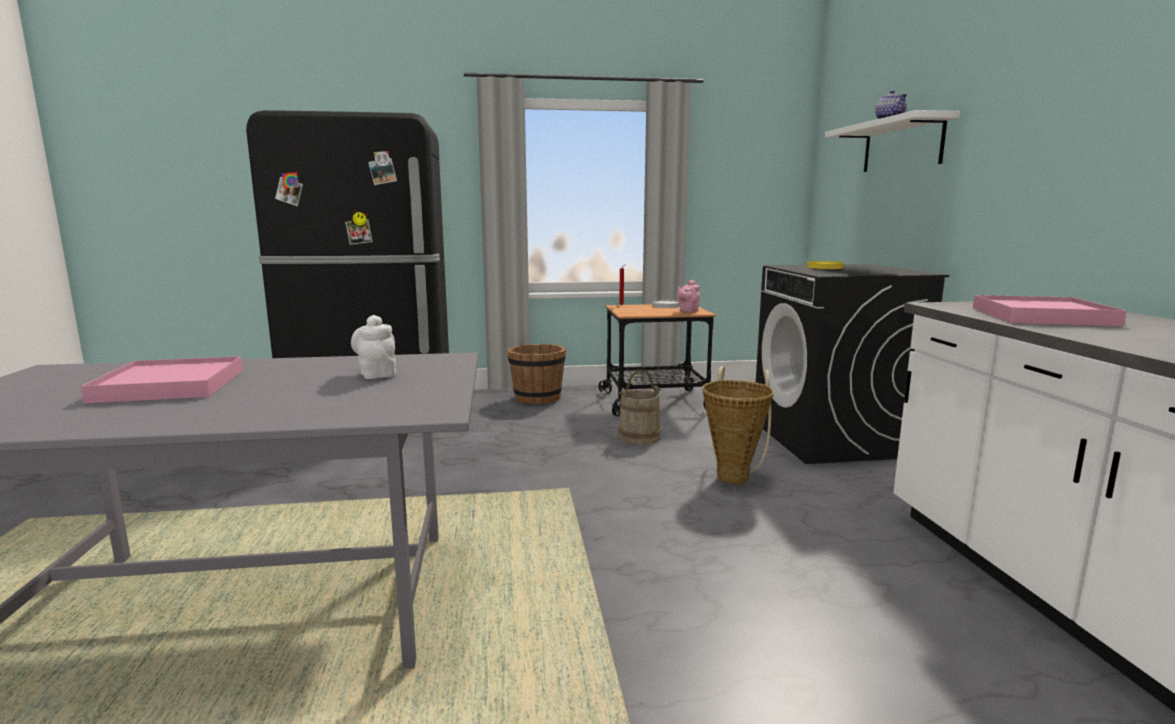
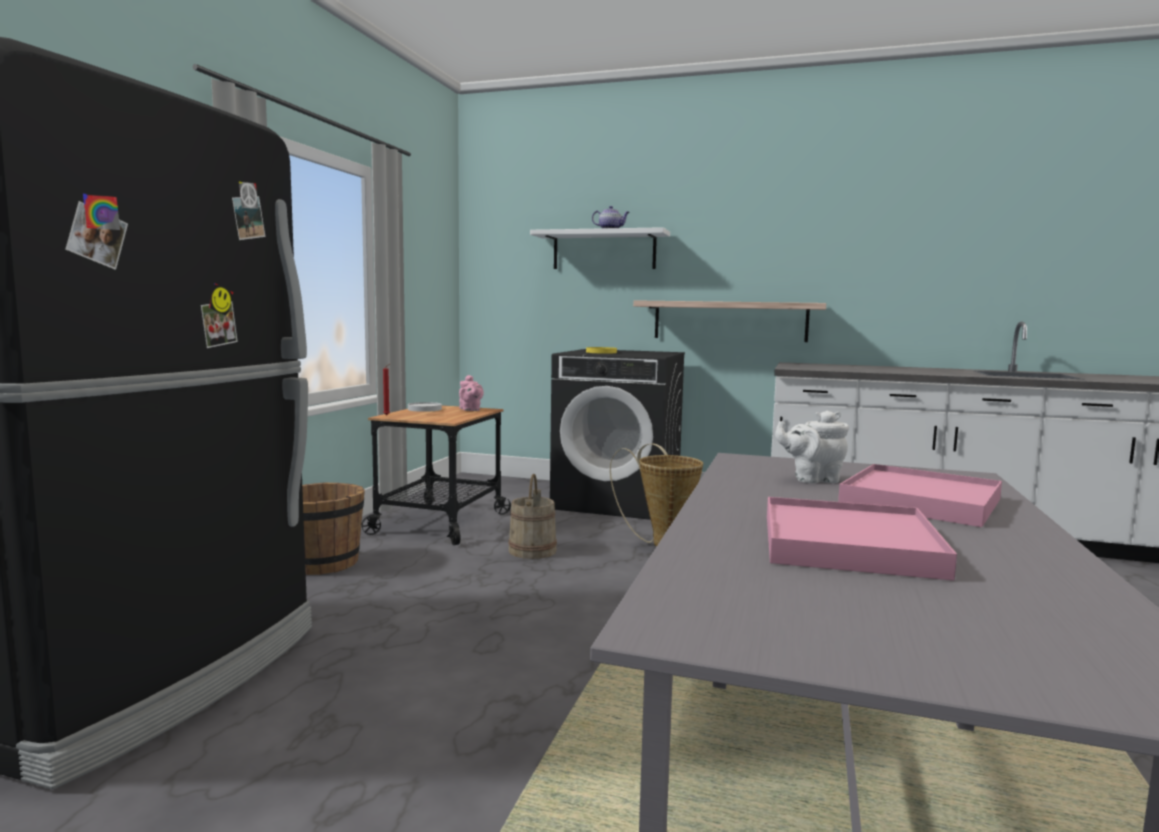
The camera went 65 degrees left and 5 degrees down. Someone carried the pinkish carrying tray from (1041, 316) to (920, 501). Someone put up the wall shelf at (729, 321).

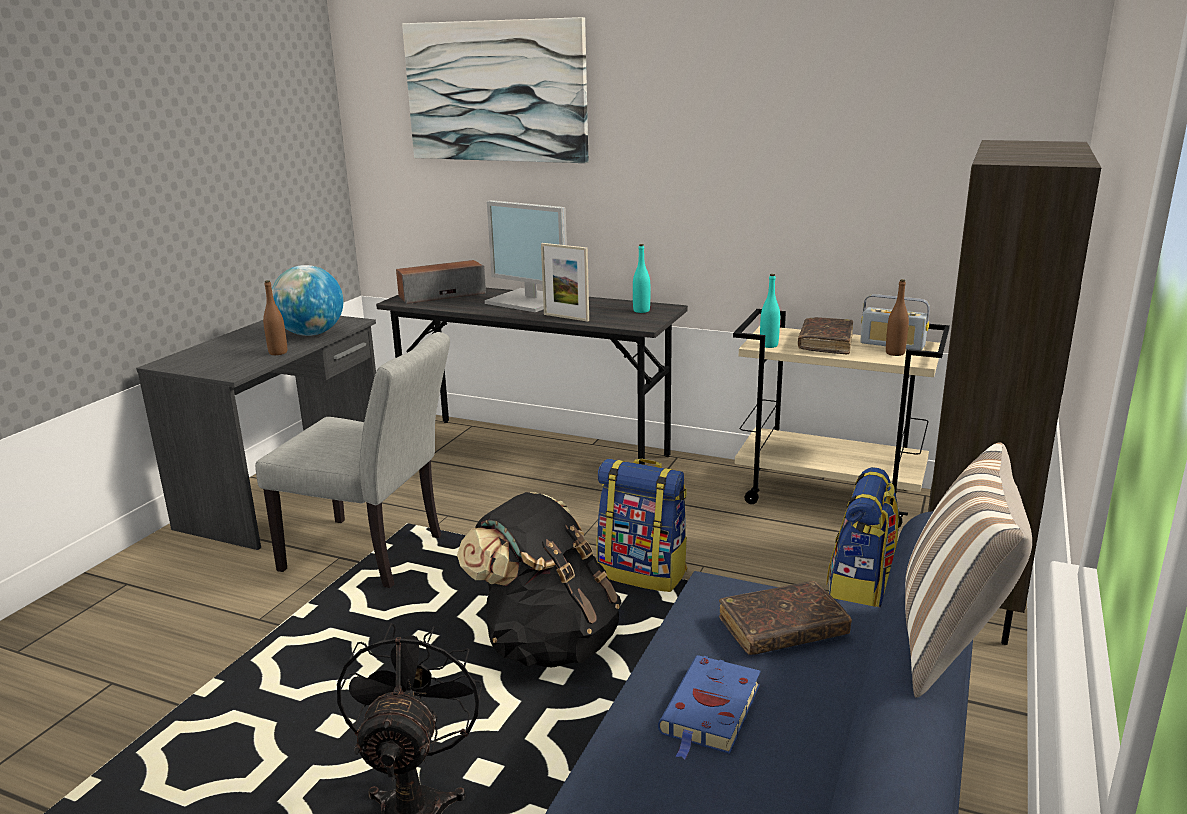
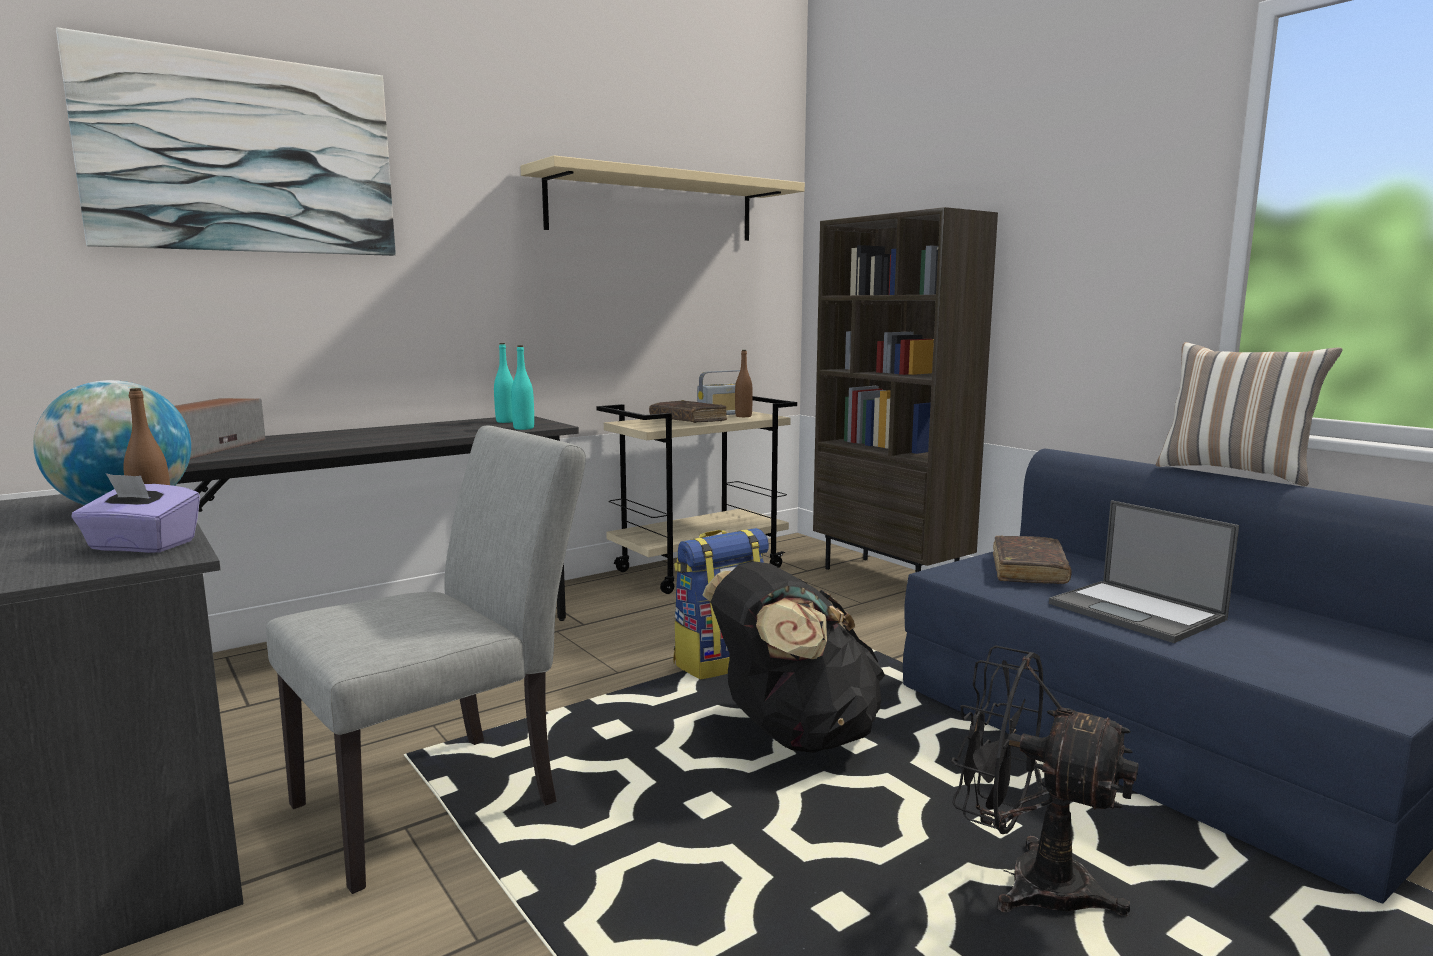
The camera went 60 degrees left and 10 degrees down. Someone took away the computer display at (529, 301). Someone took away the standing frame at (566, 317). Someone swapped the blue-coloured bound book at (710, 712) for the notebook computer at (1138, 612). Someone carried the turquoise drink bottle from (769, 345) to (523, 428). Someone took away the backpack at (861, 597). Someone put down the purplish tissue box at (141, 546). Someone put up the sand-coloured wall shelf at (653, 207).

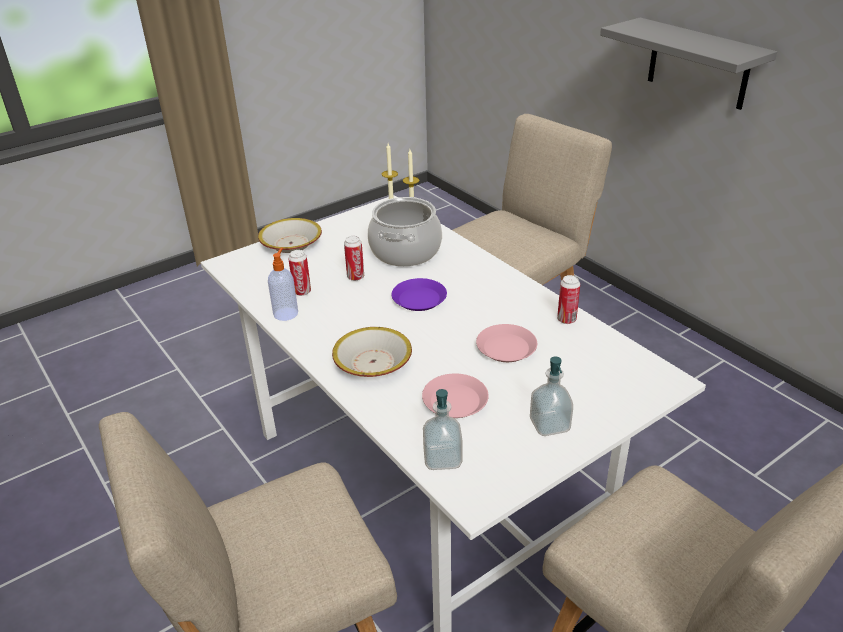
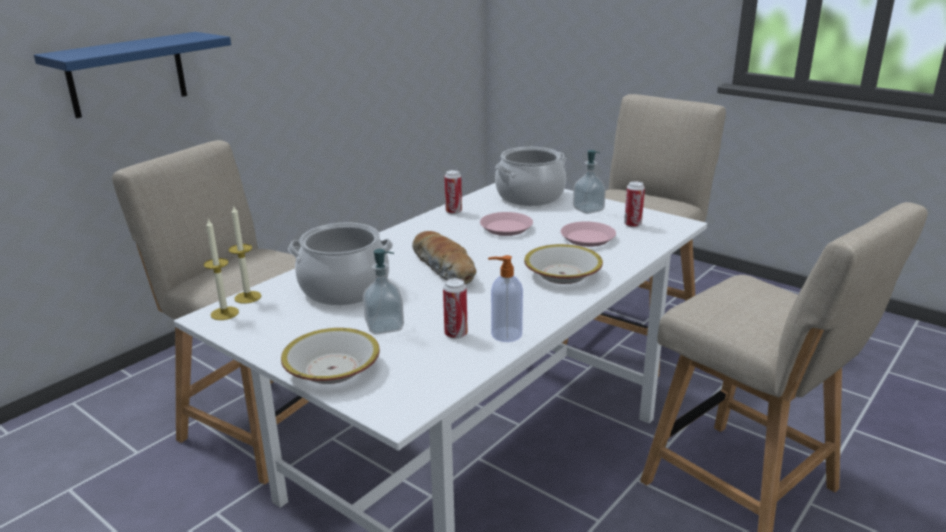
The camera went 105 degrees left and 10 degrees down. Someone carried the sealed can from (355, 277) to (632, 225). Someone swapped the purplish dinner plate at (419, 299) for the bread at (445, 269). Someone carried the liquid soap bottle from (442, 459) to (384, 326). Someone repainted the greyish wall shelf at (698, 64), which became the blue-coloured wall shelf at (127, 74). Someone put down the stockpot at (530, 196).

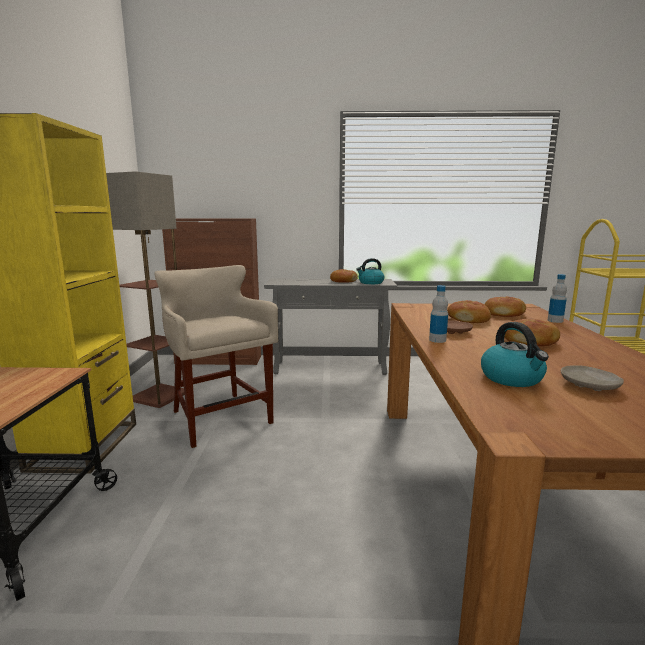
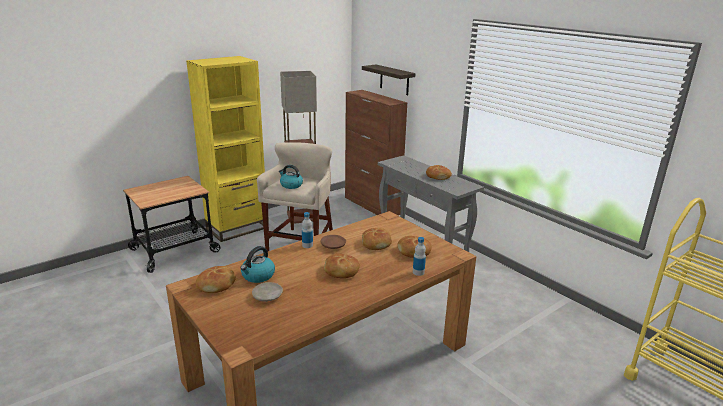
The camera went 50 degrees right and 10 degrees up. Someone carried the kettle from (370, 283) to (291, 185). Someone put down the bread at (217, 284). Someone put up the wall shelf at (394, 80).

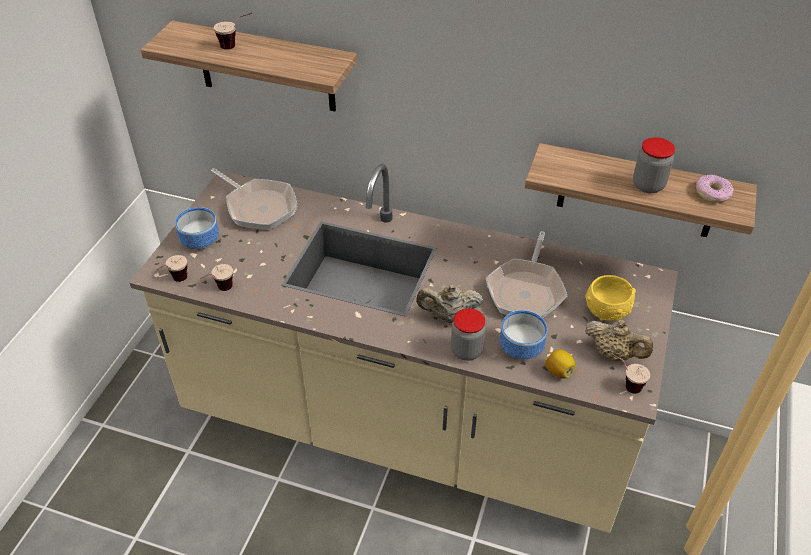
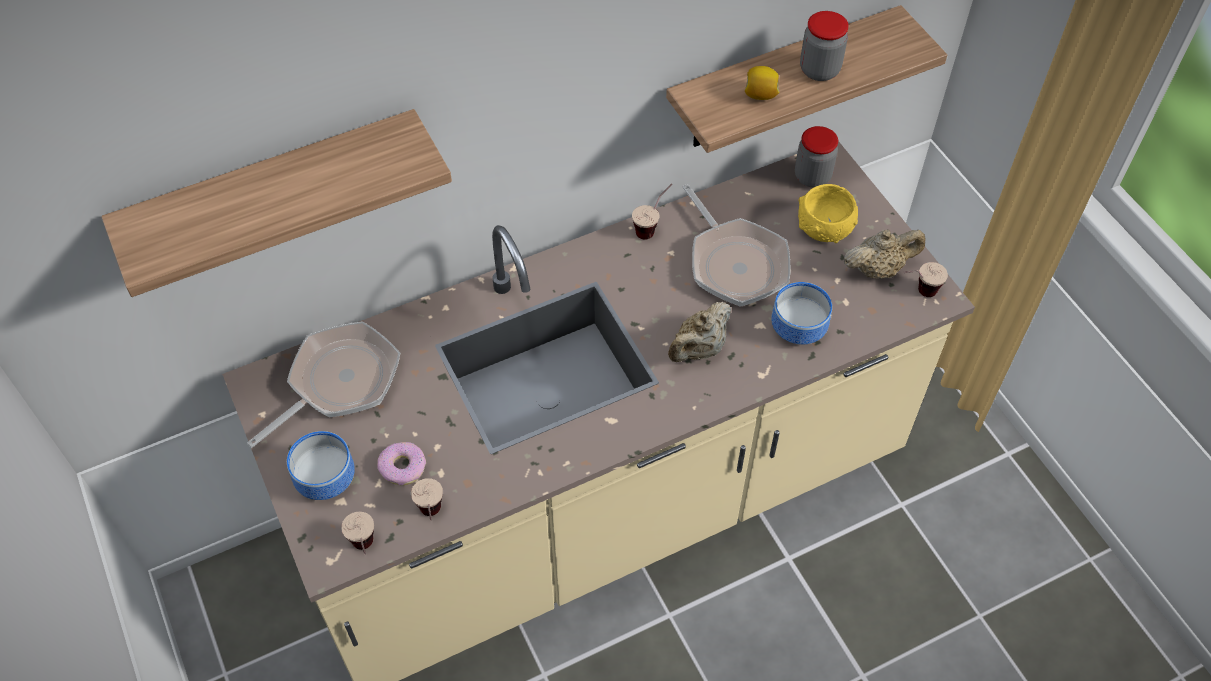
The camera went 45 degrees left and 10 degrees up. Someone rotated the frying pan at (258, 206) by 45 degrees counterclockwise. Someone carried the small cup from (236, 46) to (652, 227). Someone carried the jar from (466, 351) to (812, 177). Someone carried the whole lemon from (558, 371) to (760, 95). Someone carried the doughnut from (712, 193) to (402, 467).

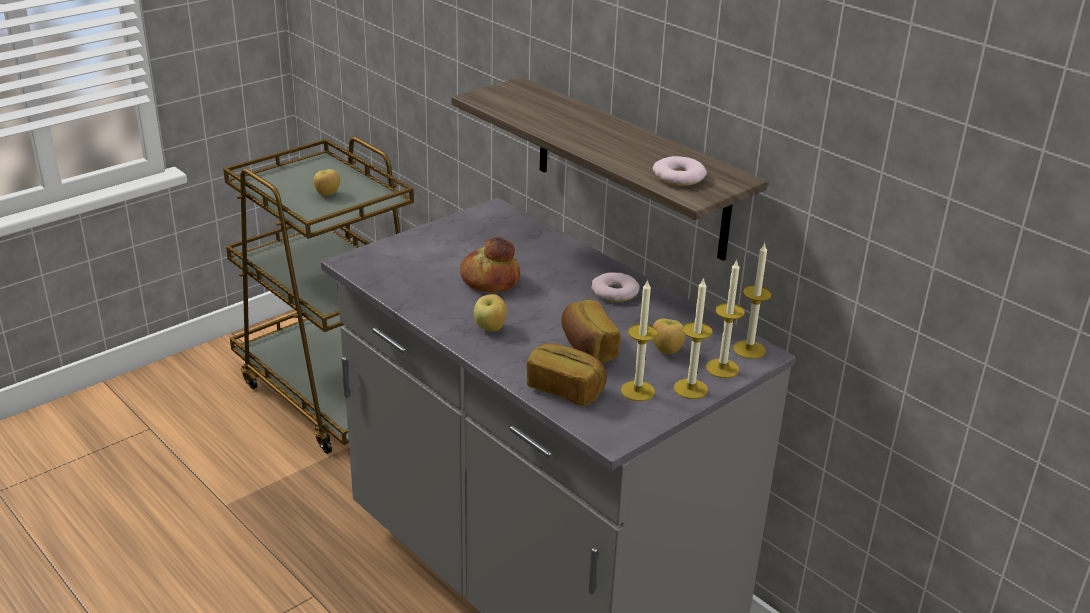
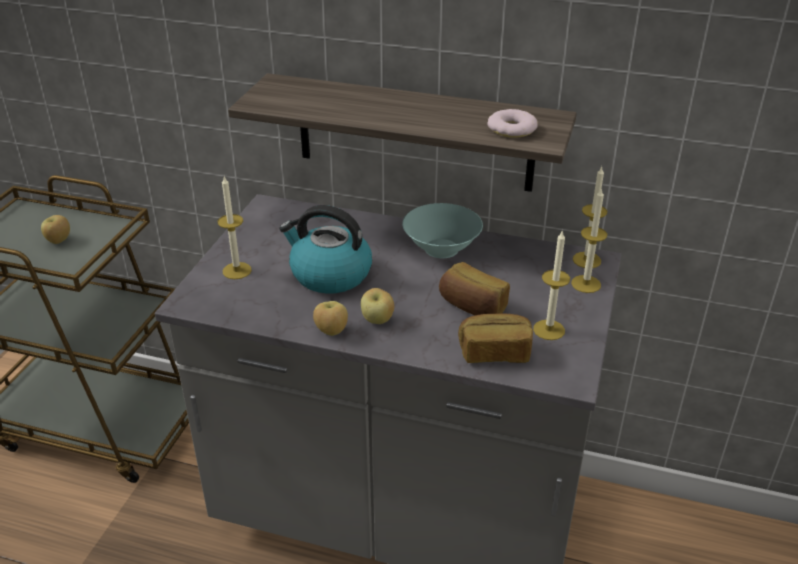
The camera went 30 degrees left and 5 degrees up. Someone swapped the bread at (489, 280) for the kettle at (329, 274). Someone swapped the doughnut at (614, 292) for the turquoise bowl at (441, 248). Someone carried the apple from (666, 351) to (331, 331). Someone carried the wax light from (690, 389) to (237, 270).

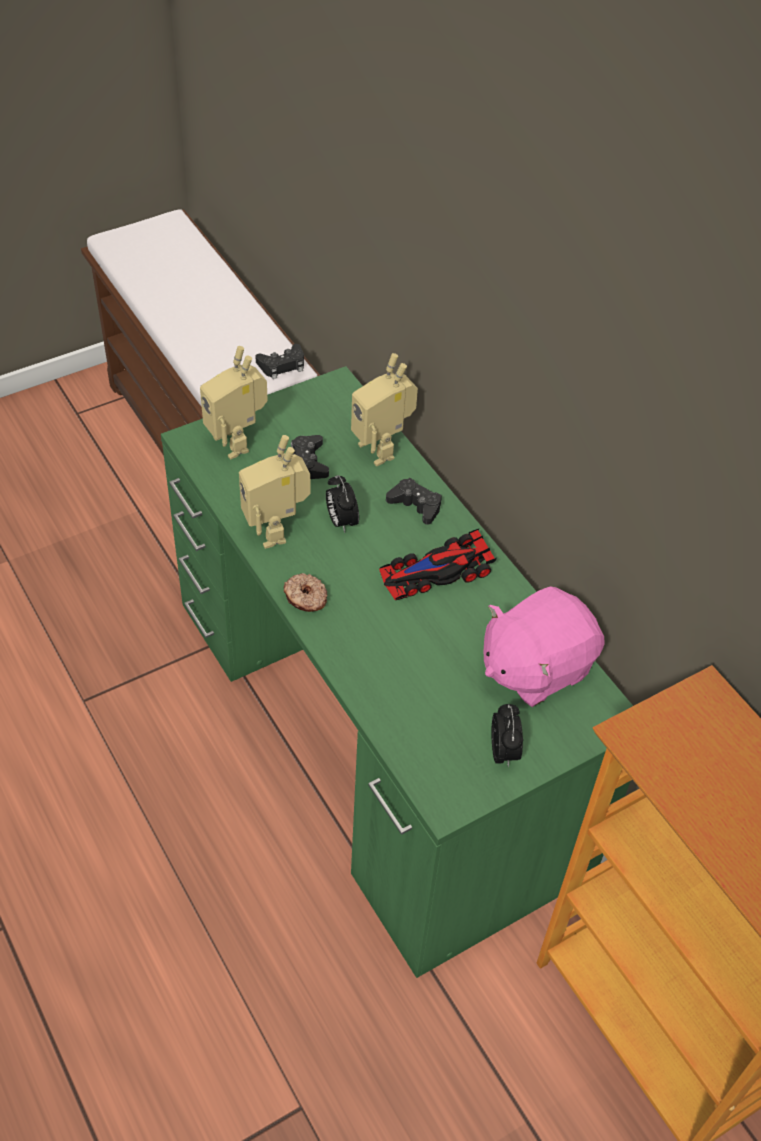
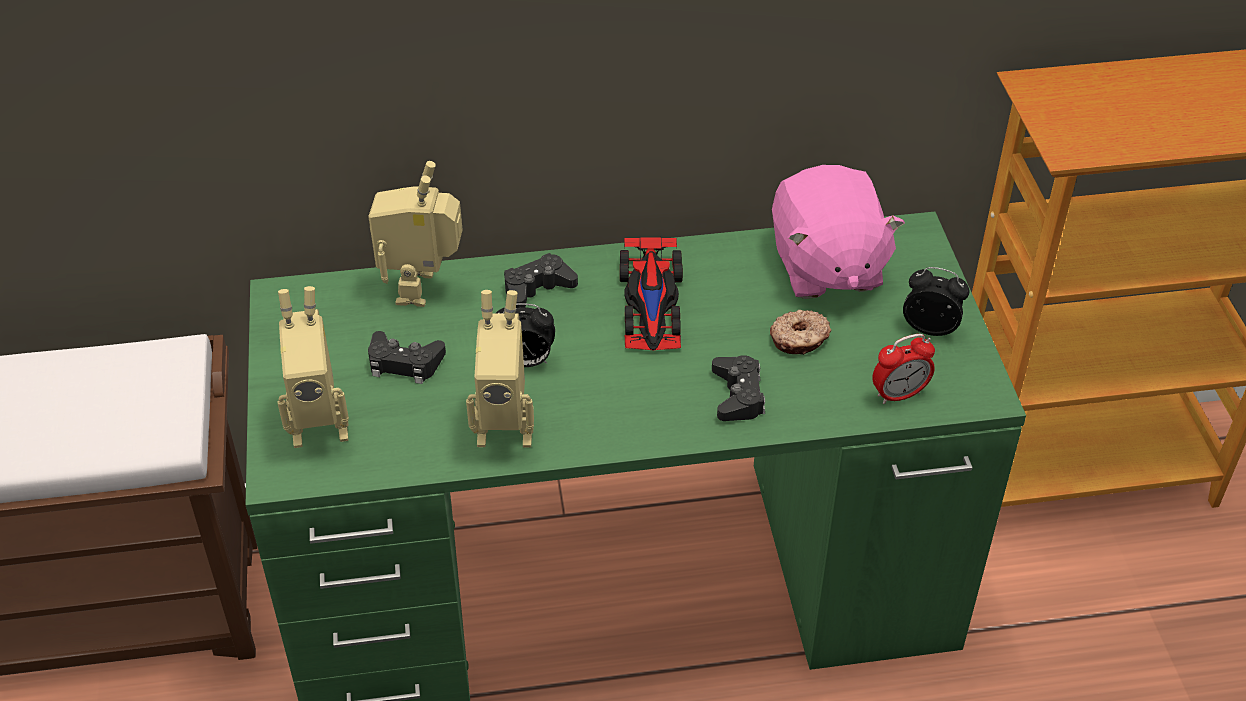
The camera went 65 degrees left and 5 degrees down. Someone carried the blackish joypad from (282, 365) to (738, 395). Someone carried the doughnut from (305, 598) to (799, 339). Someone rotated the model robot at (382, 448) by 105 degrees clockwise. Someone put down the bedside clock at (899, 394).

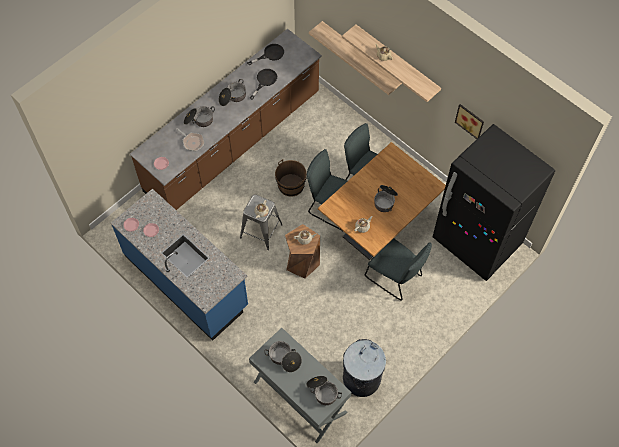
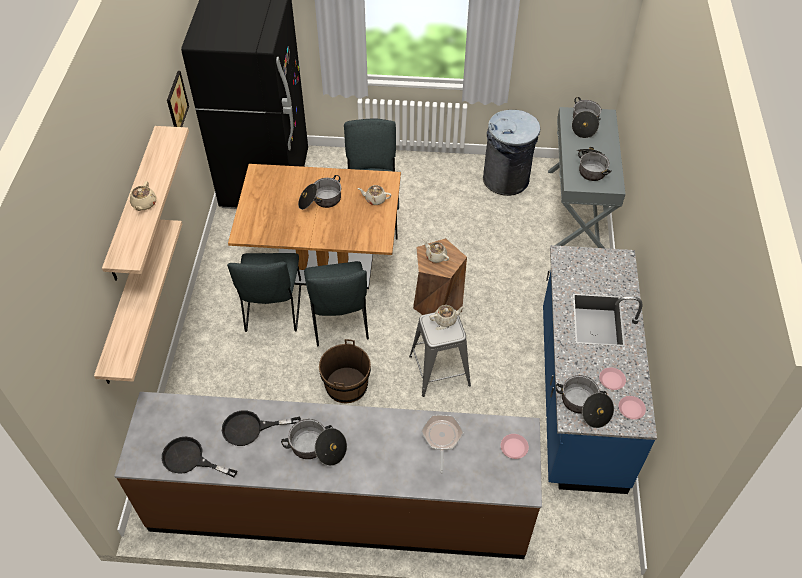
The camera went 130 degrees left and 10 degrees down. Someone carried the stockpot from (199, 120) to (584, 406).

